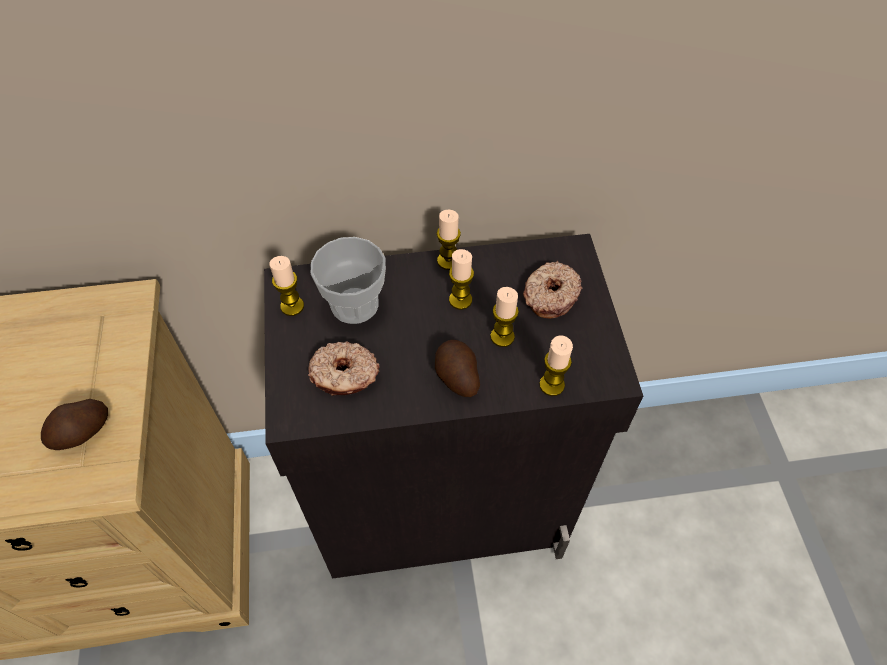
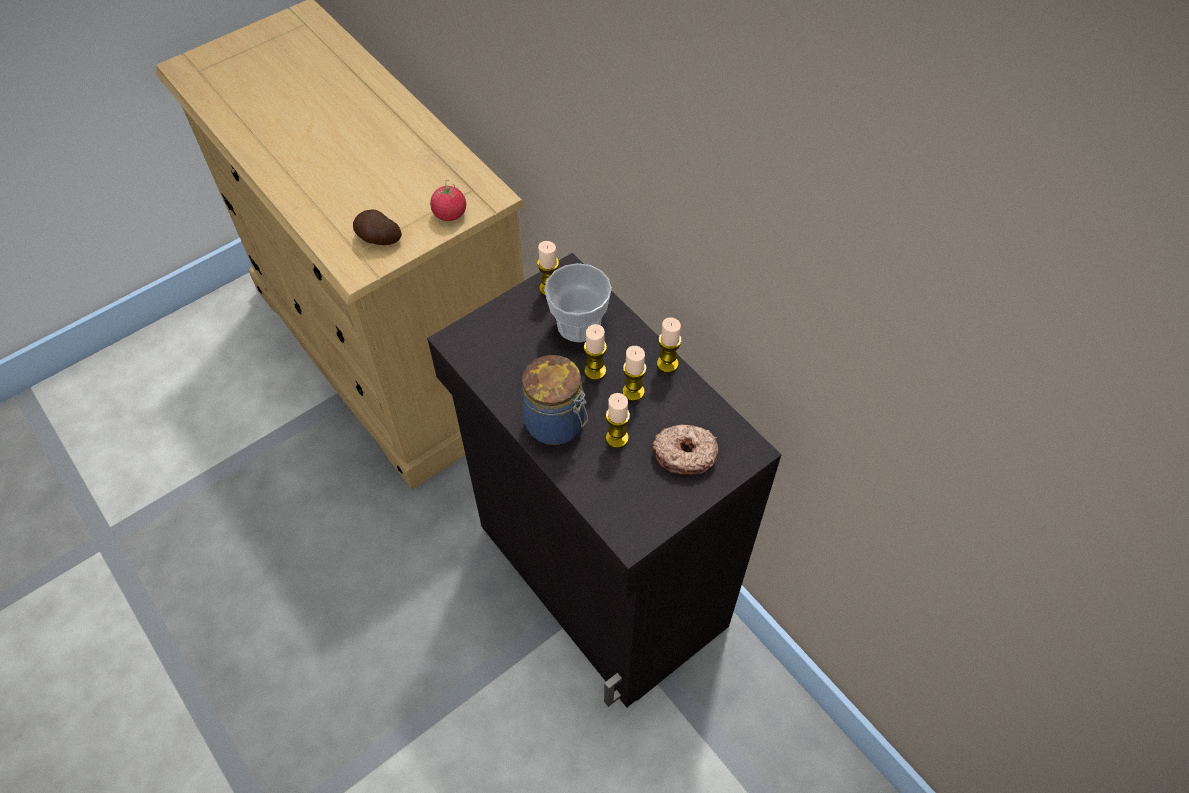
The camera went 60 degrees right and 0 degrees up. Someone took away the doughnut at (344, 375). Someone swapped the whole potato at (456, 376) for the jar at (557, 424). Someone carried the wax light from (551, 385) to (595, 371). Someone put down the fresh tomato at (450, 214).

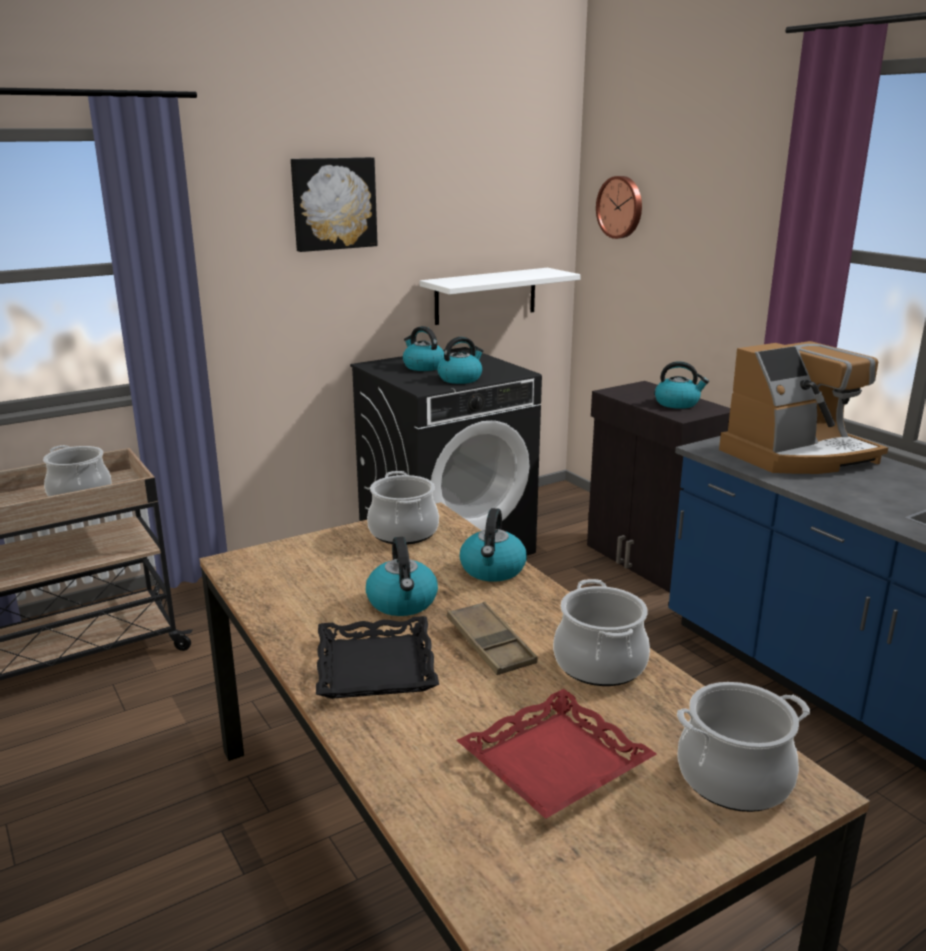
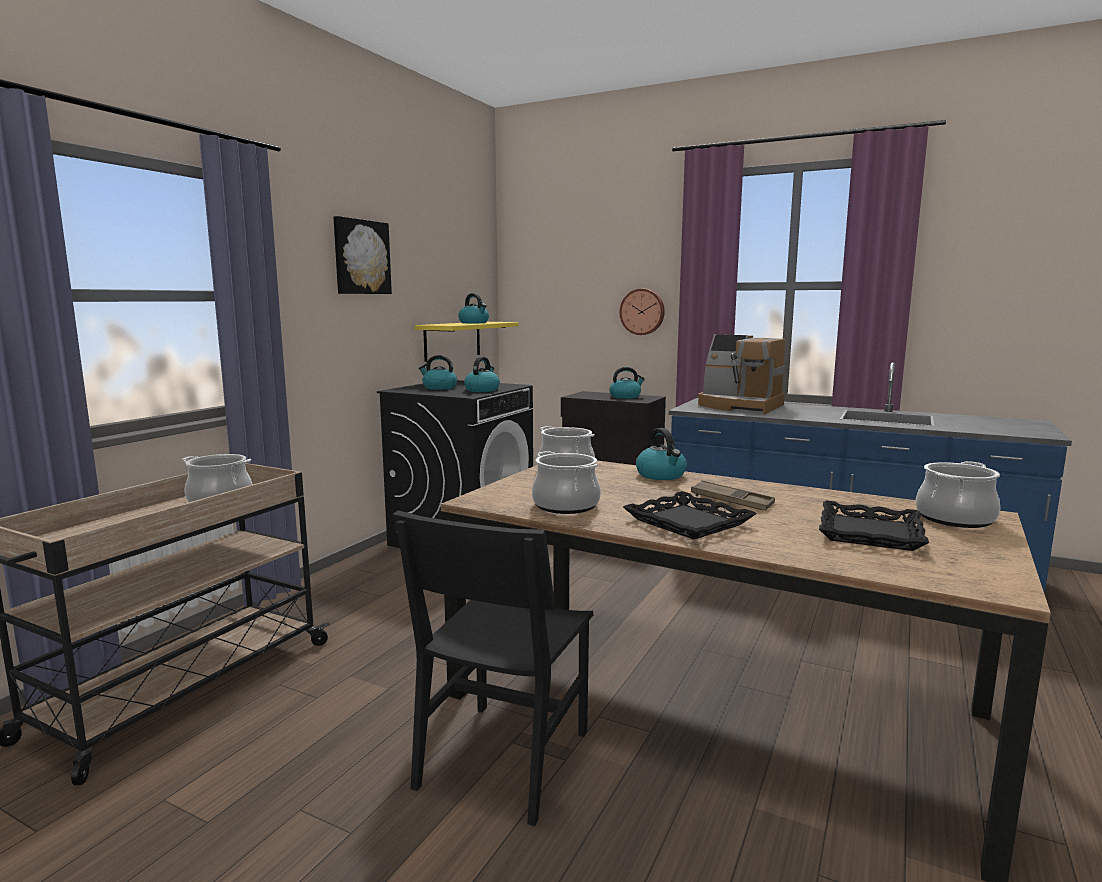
The camera went 30 degrees left and 10 degrees down. Someone carried the kettle from (402, 602) to (474, 323). Someone repainted the whitish wall shelf at (486, 296), which became the yellow wall shelf at (452, 340). Someone repainted the reddish carrying tray at (554, 762), which became the blackish carrying tray at (869, 533). Someone carried the stockpot from (599, 664) to (565, 505). Someone carried the clock on the wall from (621, 207) to (642, 311). Someone rotated the coffee machine at (798, 455) by 90 degrees clockwise. Someone put down the blackish plain chair at (504, 758).

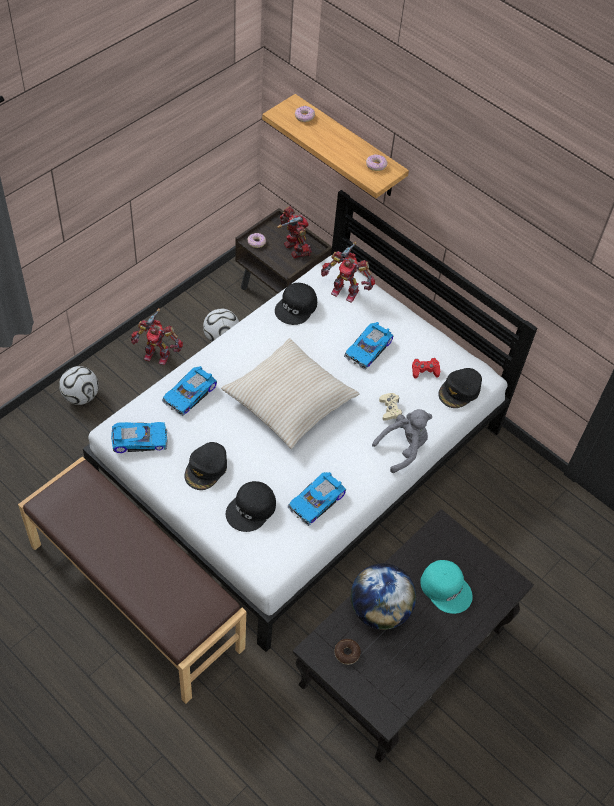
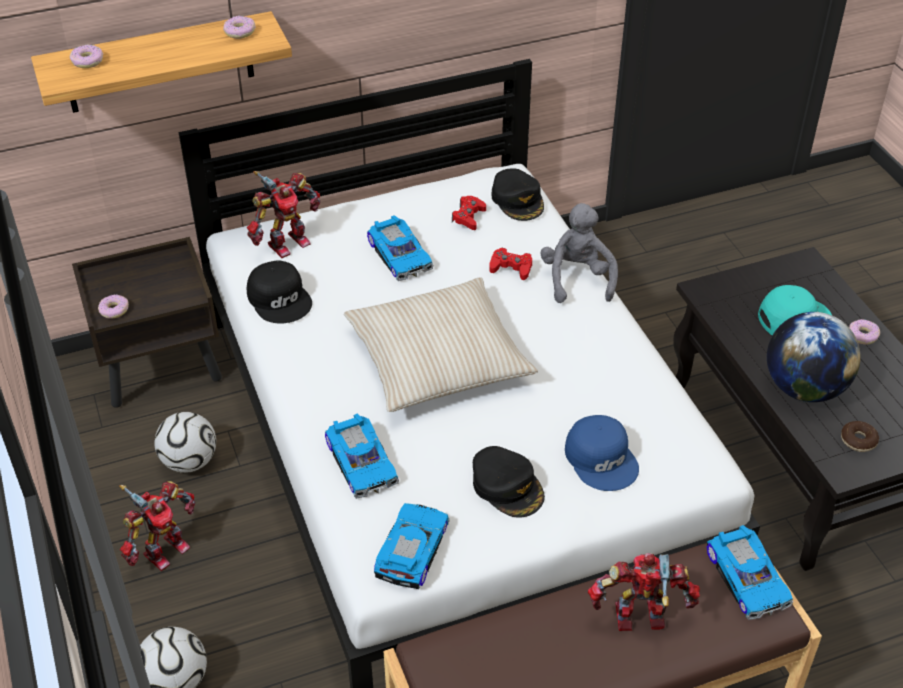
The camera went 60 degrees left and 10 degrees down. Someone repainted the blackish baseball cap at (251, 509), which became the blue-coloured baseball cap at (602, 458). Someone carried the model robot from (294, 250) to (640, 620). Someone carried the model car from (317, 501) to (748, 577). Someone repainted the sand-coloured joypad at (390, 409), which became the reddish joypad at (511, 268). Someone put down the doughnut at (862, 335).

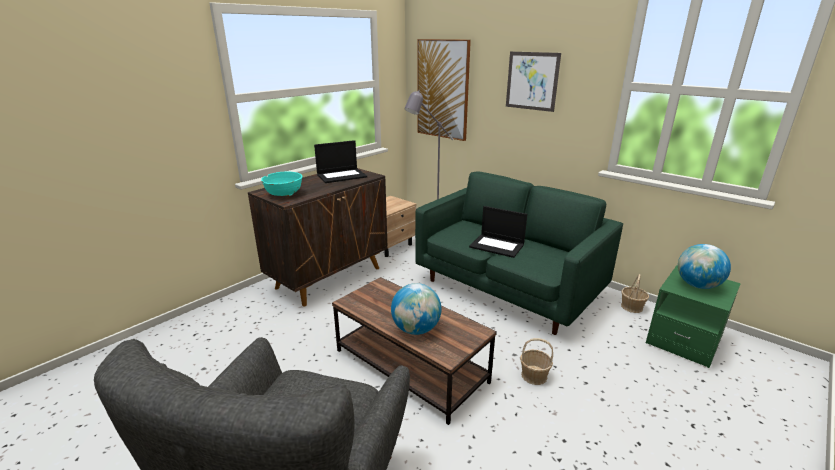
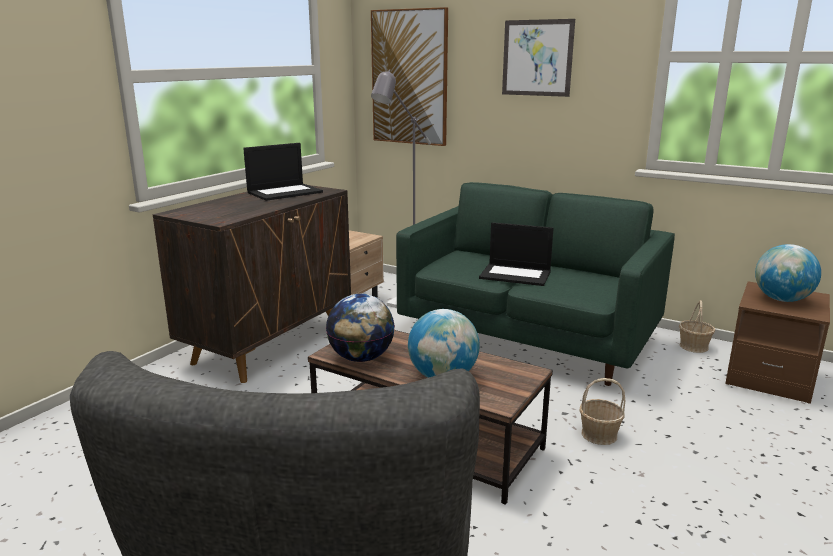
The camera went 10 degrees left and 5 degrees down. Someone took away the turquoise bowl at (284, 194). Someone repainted the green-coloured nightstand at (683, 340), which became the brown nightstand at (769, 377). Someone put down the globe at (361, 358).

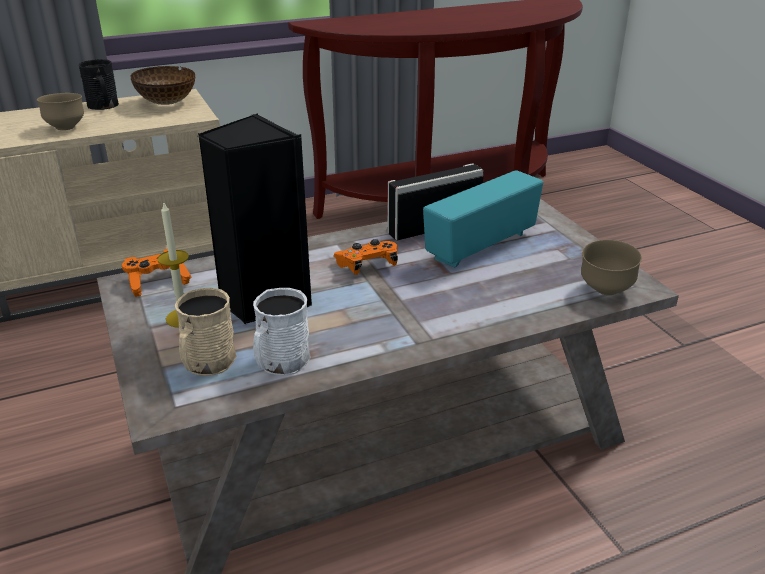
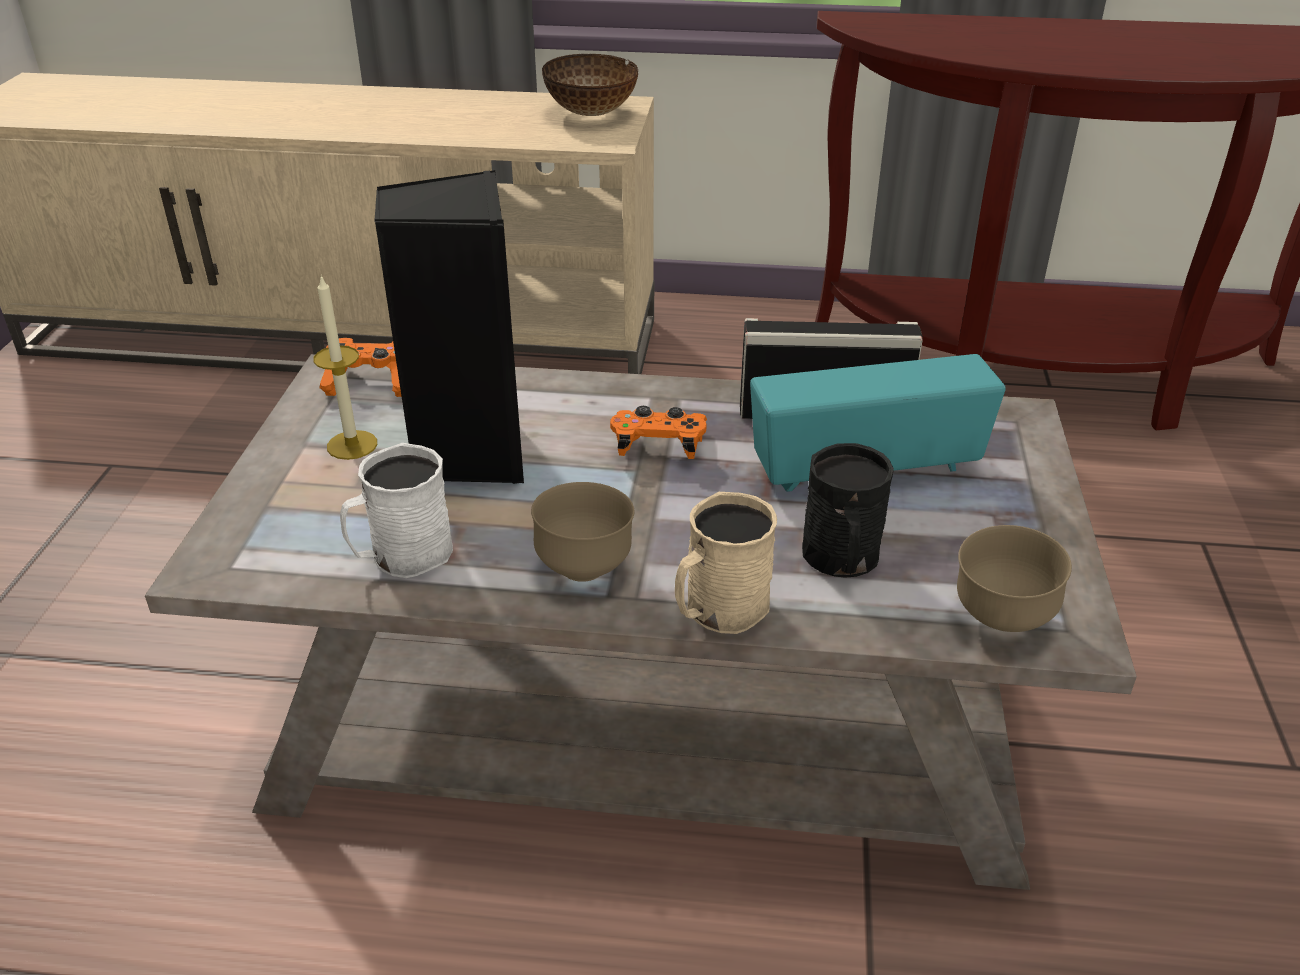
The camera went 30 degrees right and 5 degrees up. Someone carried the brown bowl from (66, 128) to (585, 568). Someone carried the blackish mug from (104, 106) to (842, 560). Someone carried the sand-coloured mug from (206, 364) to (718, 611).

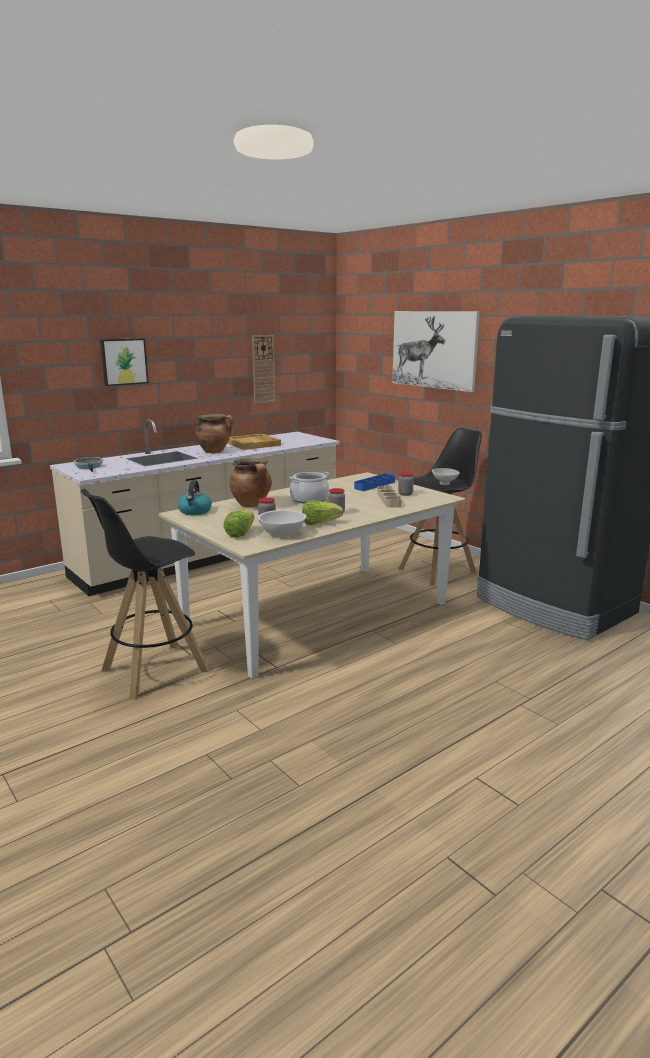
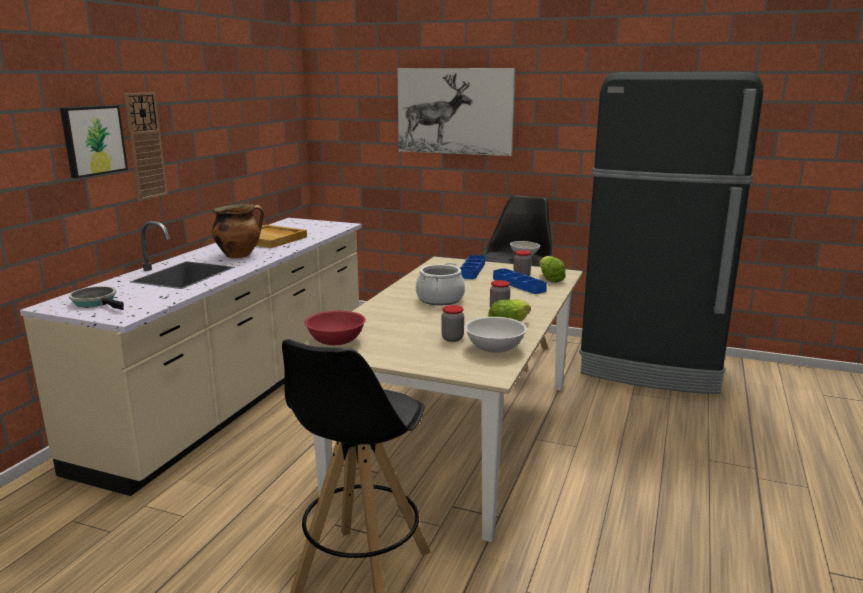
The camera went 30 degrees left and 0 degrees up. Someone swapped the kettle at (195, 511) for the reddish bowl at (336, 341). Someone carried the head of lettuce from (240, 533) to (550, 279). Someone took away the stockpot at (252, 505). Someone carried the clock on the wall from (263, 369) to (145, 146). Someone repainted the sand-coloured carrying tray at (388, 499), which became the blue-coloured carrying tray at (518, 284).

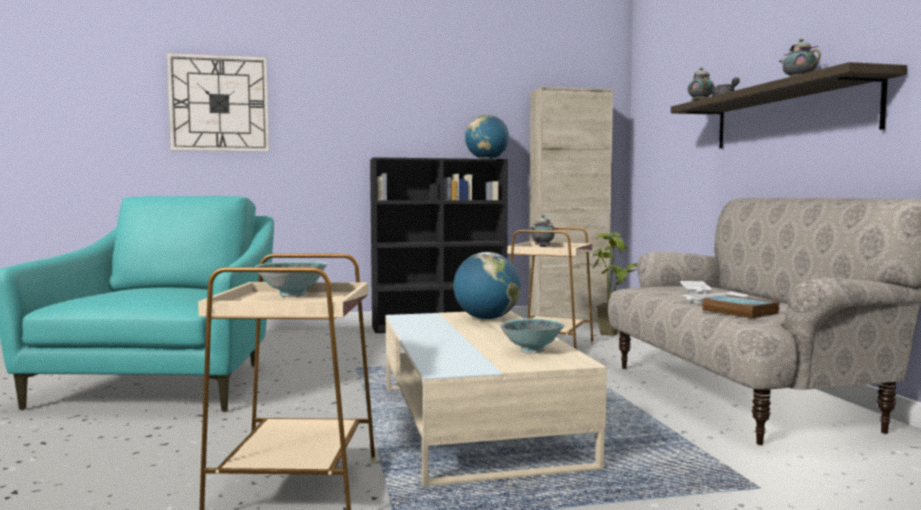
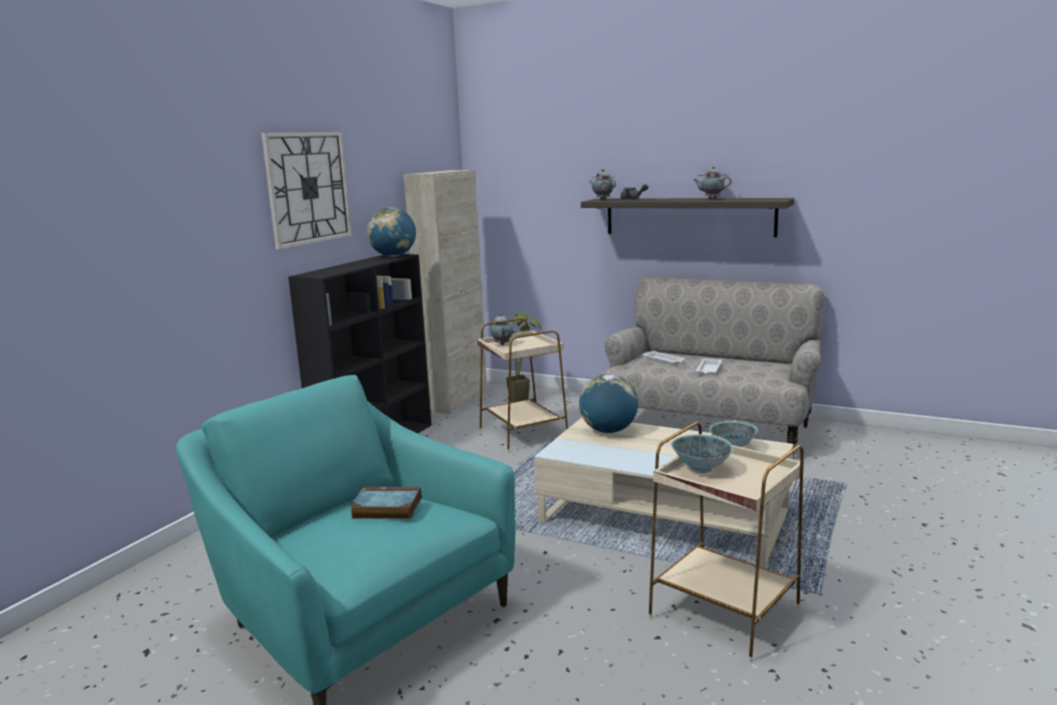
The camera went 50 degrees left and 10 degrees up. Someone carried the clock on the wall from (219, 103) to (308, 188). Someone carried the bound book from (737, 312) to (385, 508).

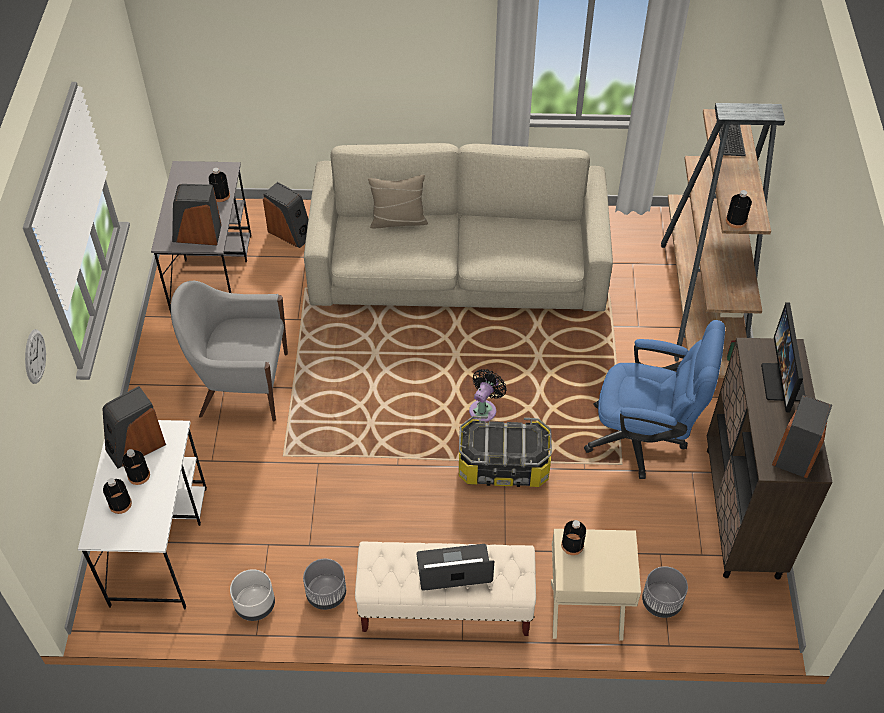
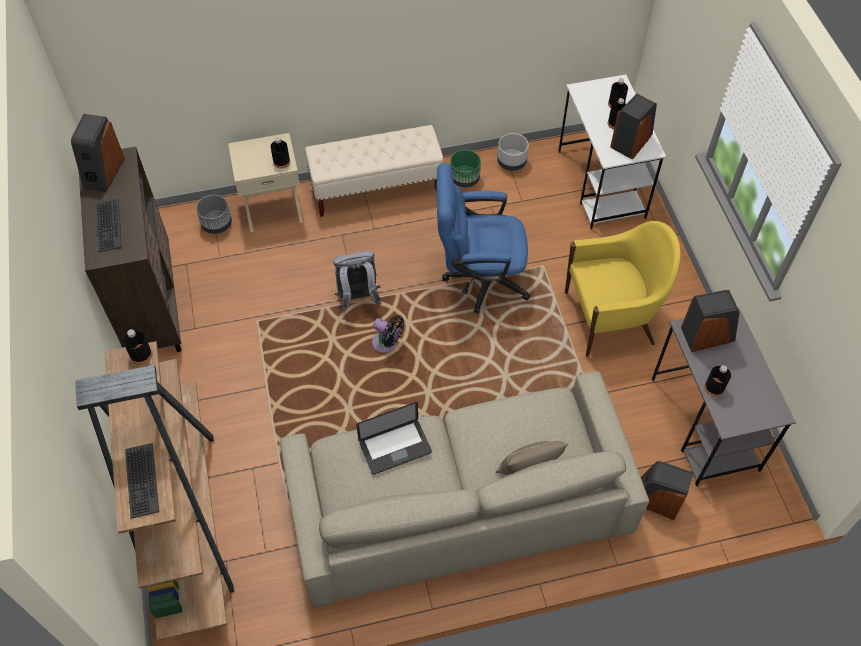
The camera went 165 degrees right and 5 degrees up. Someone took away the clock on the wall at (35, 356). Someone repainted the greyish easy chair at (241, 384), which became the yellow easy chair at (611, 317). Someone repainted the greyish planter at (326, 594), which became the green-coloured planter at (464, 179). Someone carried the notebook computer from (454, 568) to (395, 447). Someone swapped the storage box at (503, 465) for the greyish backpack at (358, 298). Someone rotated the blackish cooling fan at (484, 409) by 75 degrees counterclockwise. Someone carried the blue-coloured office chair from (644, 439) to (479, 278). Someone swapped the computer display at (783, 382) for the computer keyboard at (108, 225).

